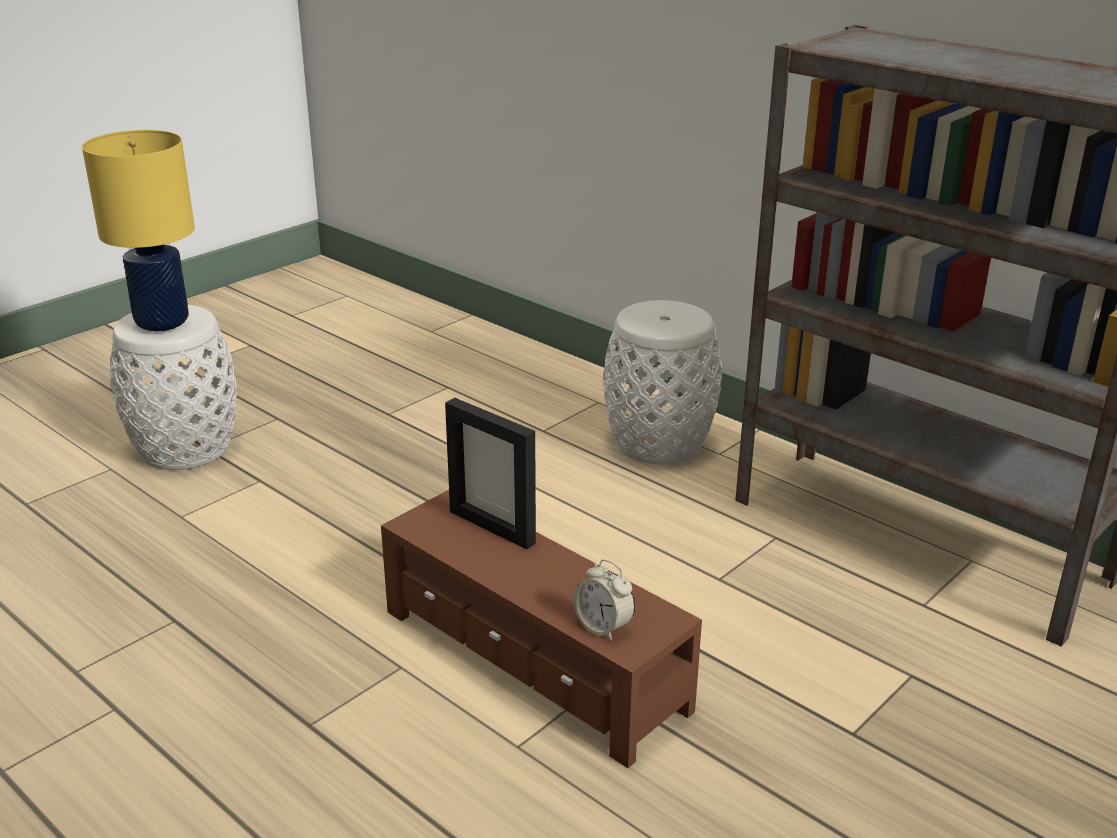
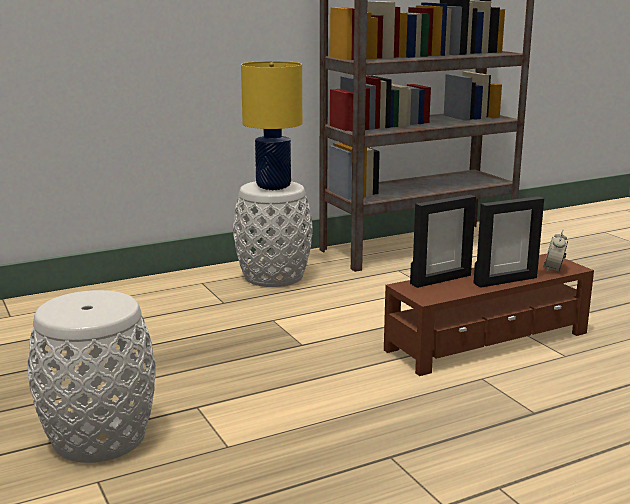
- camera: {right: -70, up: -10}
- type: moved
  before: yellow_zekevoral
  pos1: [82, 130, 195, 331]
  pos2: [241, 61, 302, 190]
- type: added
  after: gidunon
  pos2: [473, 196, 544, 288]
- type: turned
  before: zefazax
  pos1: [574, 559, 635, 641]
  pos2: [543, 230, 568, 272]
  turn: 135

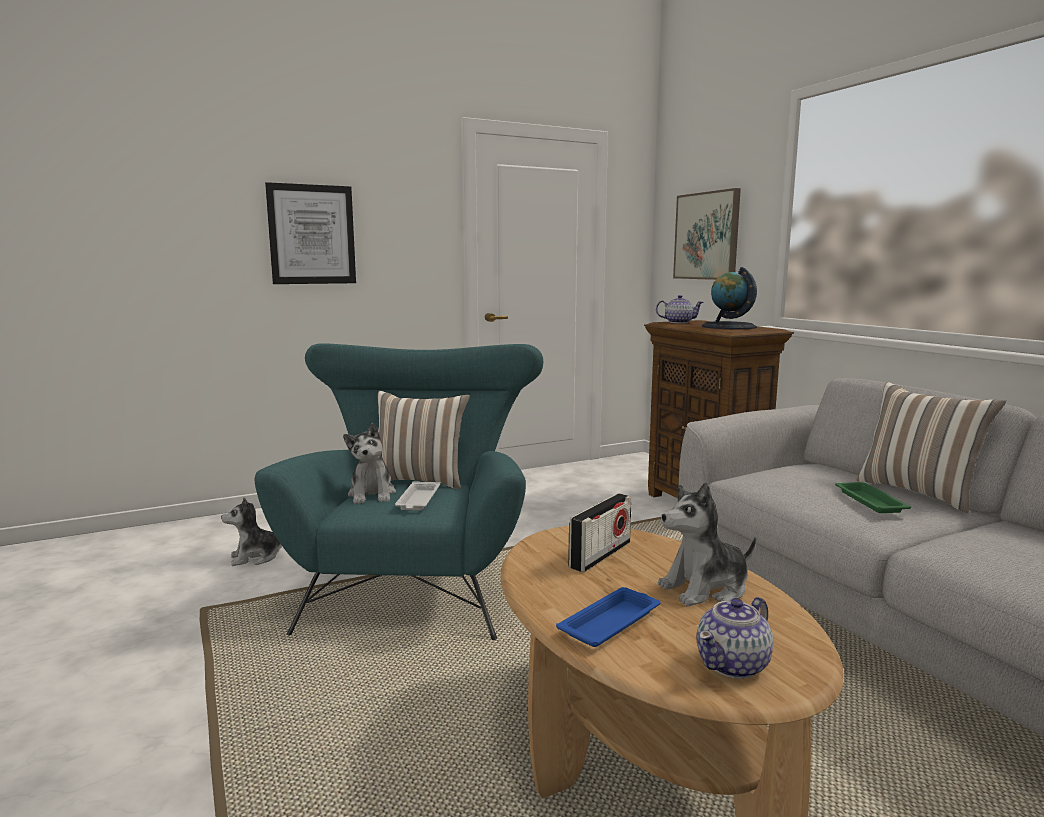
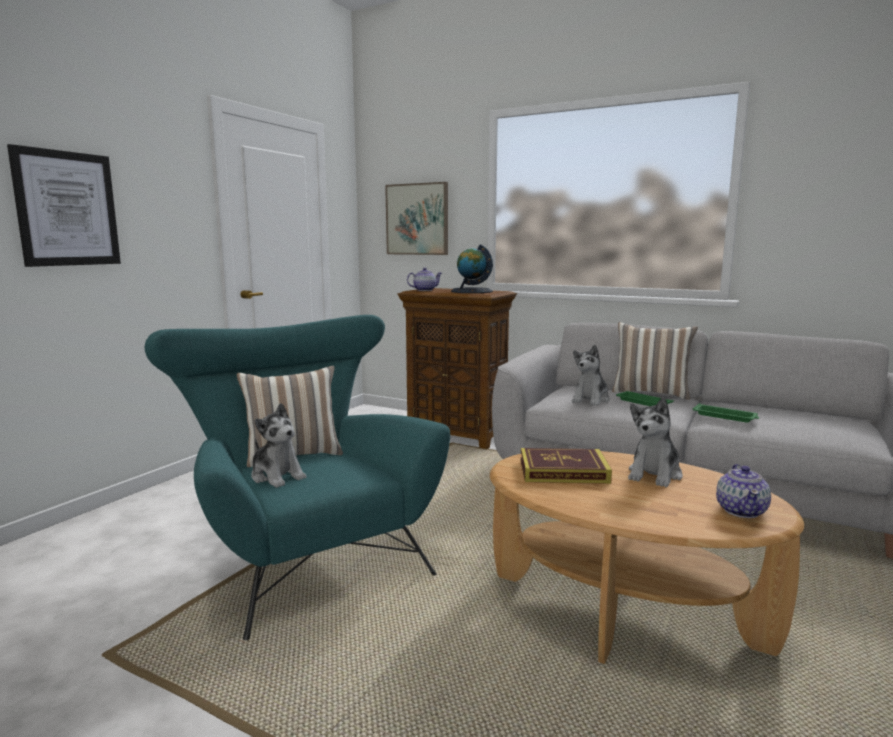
- camera: {right: -35, up: 0}
- type: replaced
  before: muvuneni
  after: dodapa
  pos1: [568, 493, 632, 572]
  pos2: [520, 448, 612, 484]
- type: moved
  before: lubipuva
  pos1: [221, 497, 282, 566]
  pos2: [572, 345, 610, 406]
- type: added
  after: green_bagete
  pos2: [693, 403, 759, 423]
- type: removed
  before: white_bagete
  pos1: [395, 481, 440, 511]
- type: removed
  before: blue_bagete
  pos1: [556, 587, 660, 647]

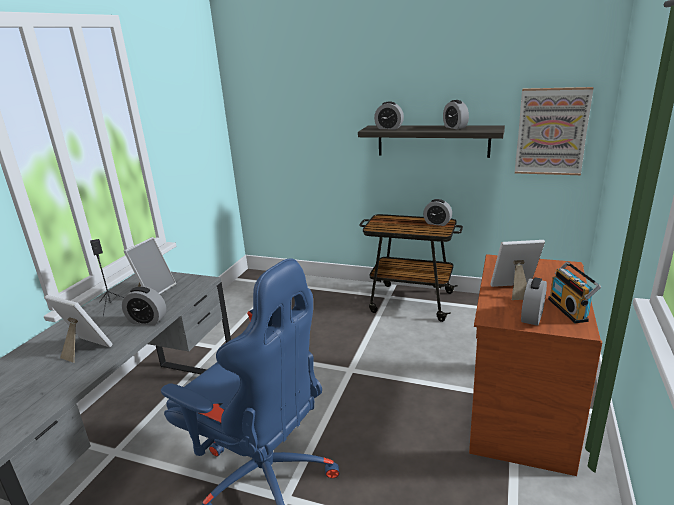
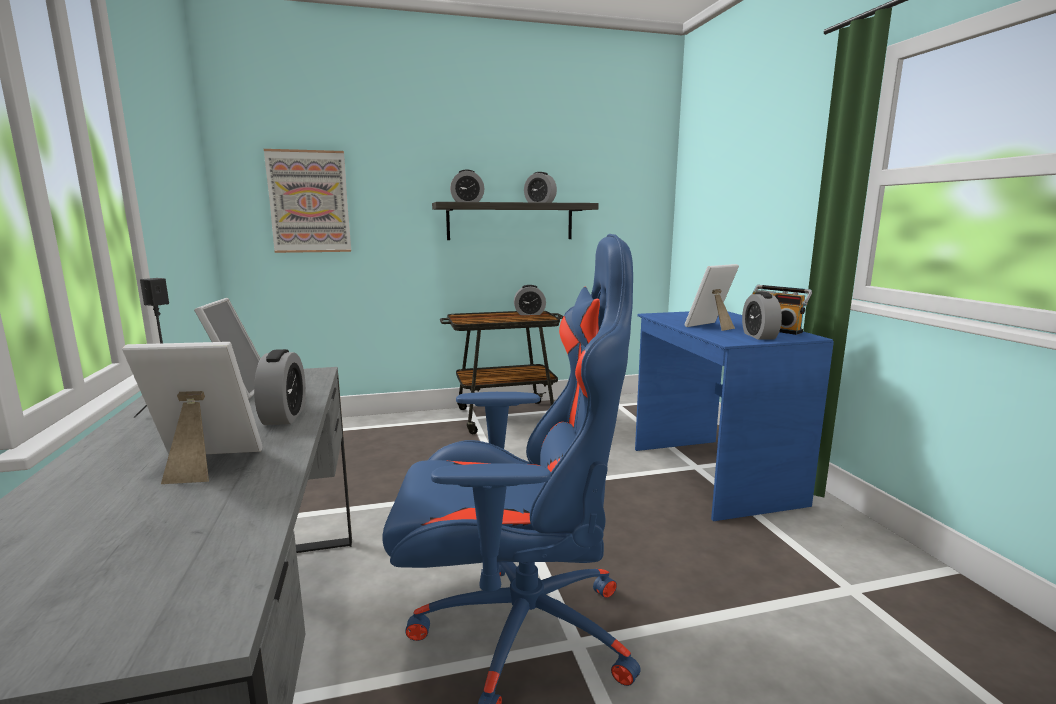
- camera: {right: -35, up: -10}
- type: turned
  before: zefazax
  pos1: [122, 286, 166, 326]
  pos2: [254, 349, 306, 425]
  turn: -75
- type: moved
  before: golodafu
  pos1: [515, 87, 594, 175]
  pos2: [264, 149, 351, 253]
- type: recoloured
  before: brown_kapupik
  after: blue_kapupik
  pos1: [469, 254, 602, 476]
  pos2: [635, 311, 834, 521]

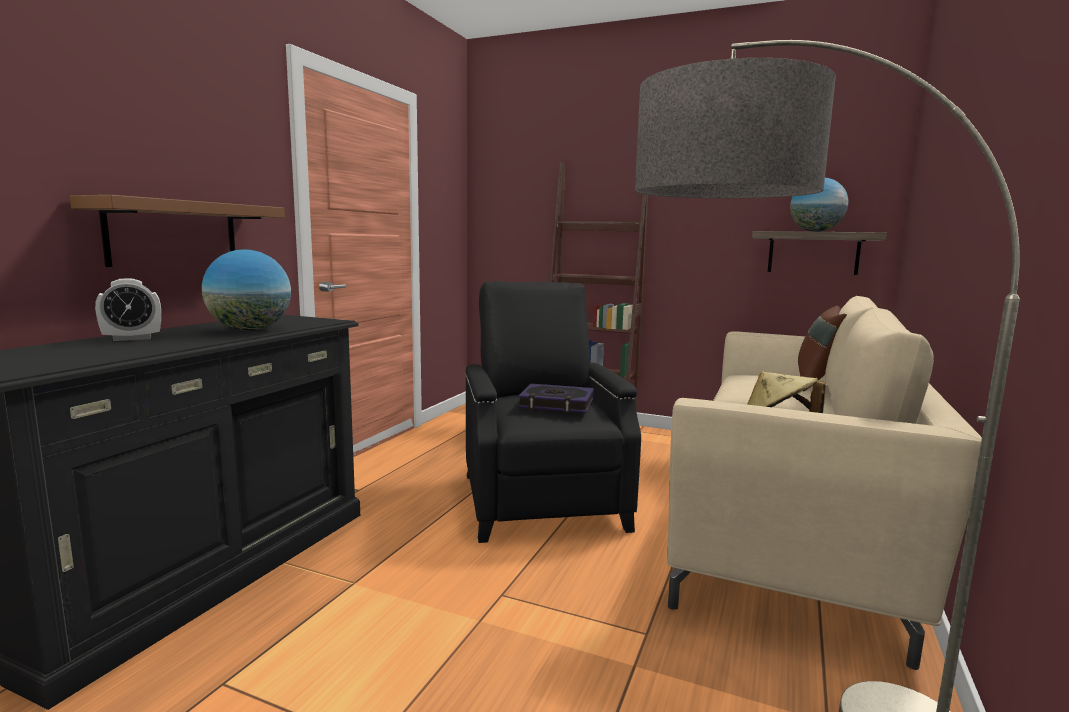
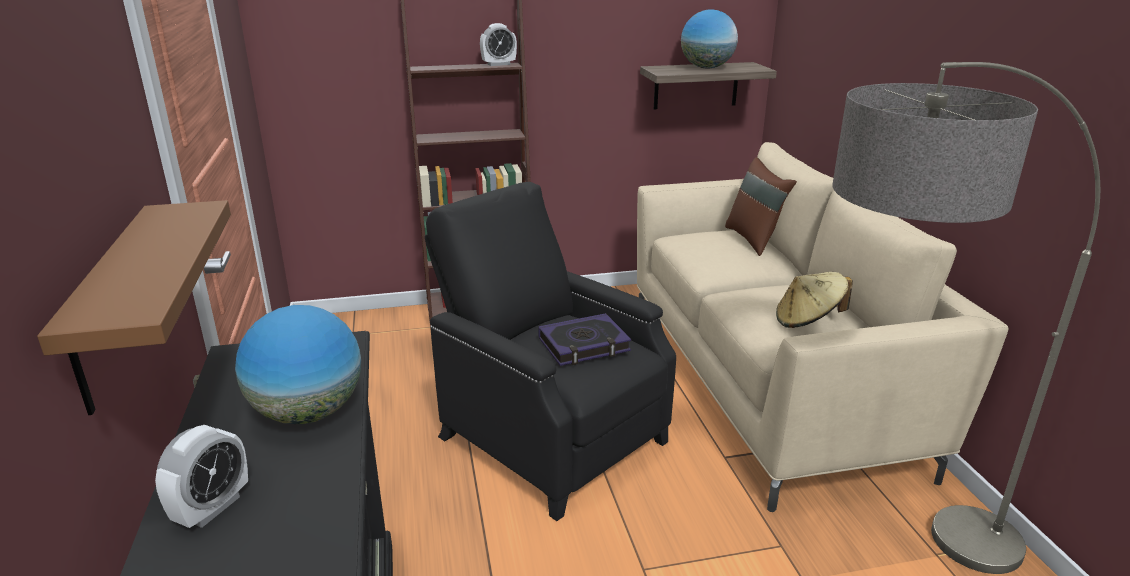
- camera: {right: -35, up: 15}
- type: added
  after: zefazax
  pos2: [480, 23, 517, 66]

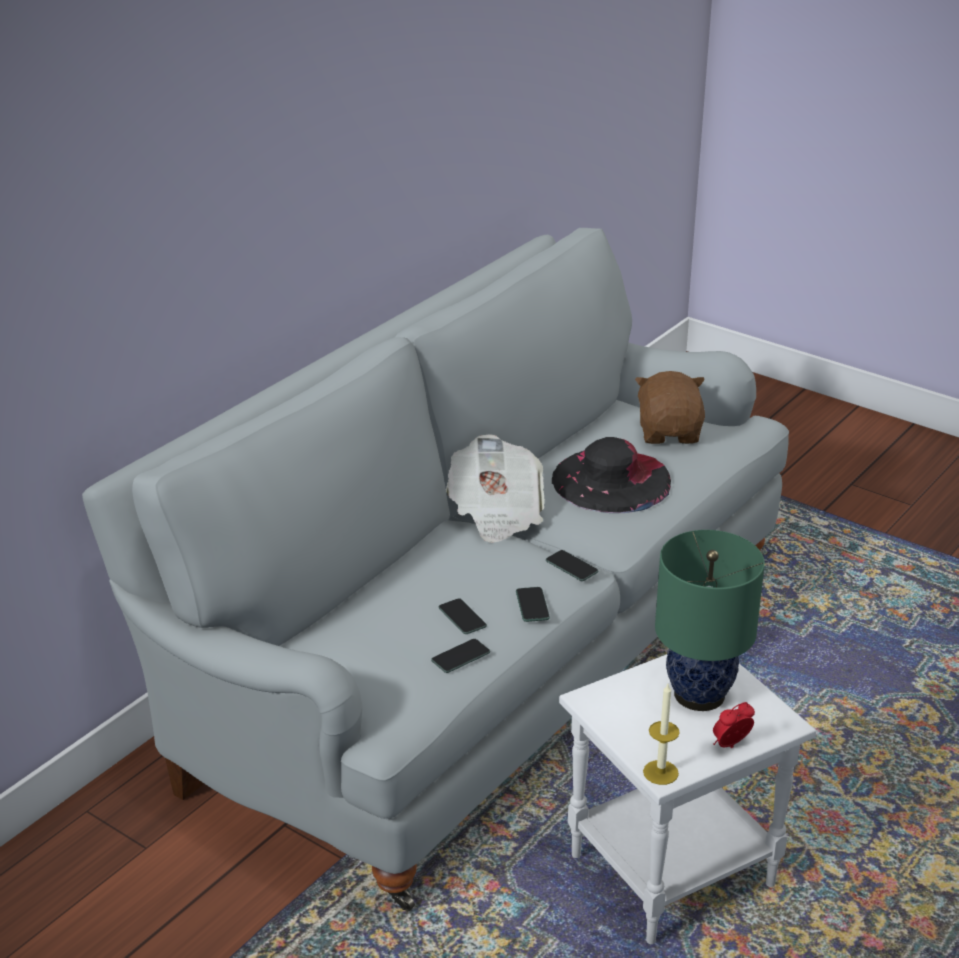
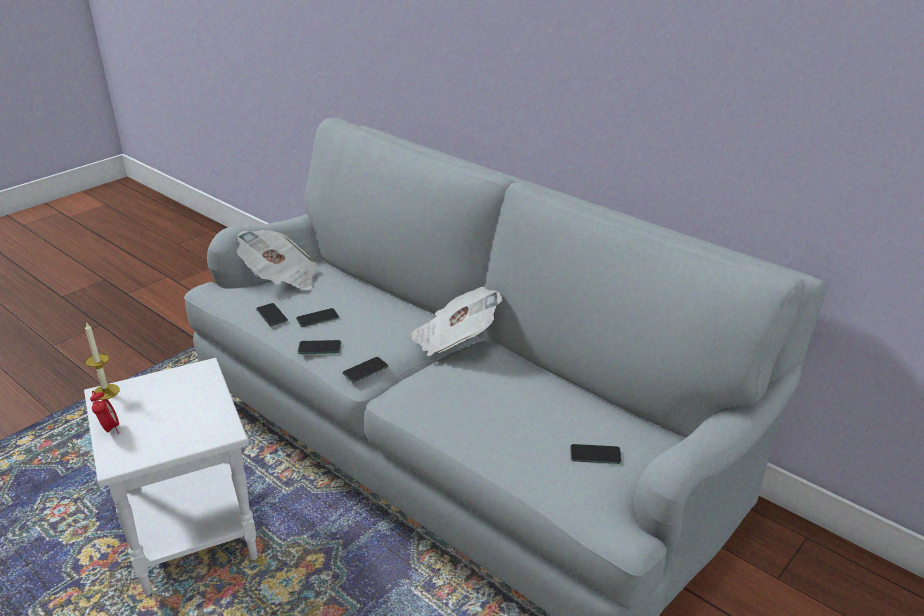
- camera: {right: 95, up: 0}
- type: added
  after: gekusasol
  pos2: [237, 230, 317, 290]
- type: replaced
  before: brown_lubipuva
  after: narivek
  pos1: [635, 371, 705, 444]
  pos2: [570, 444, 622, 464]
- type: removed
  before: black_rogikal
  pos1: [552, 437, 671, 513]
- type: removed
  before: green_zekevoral
  pos1: [655, 530, 765, 711]

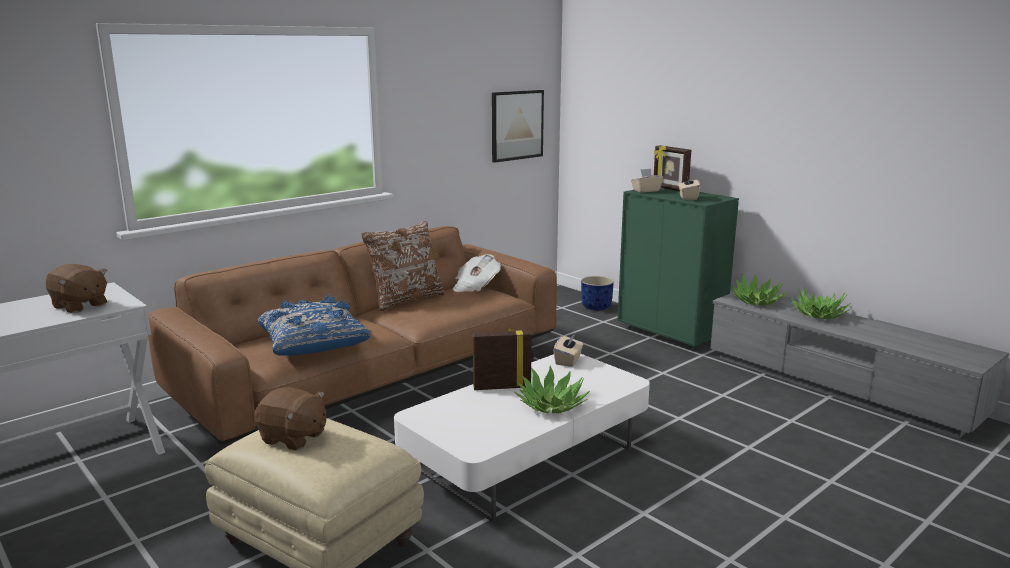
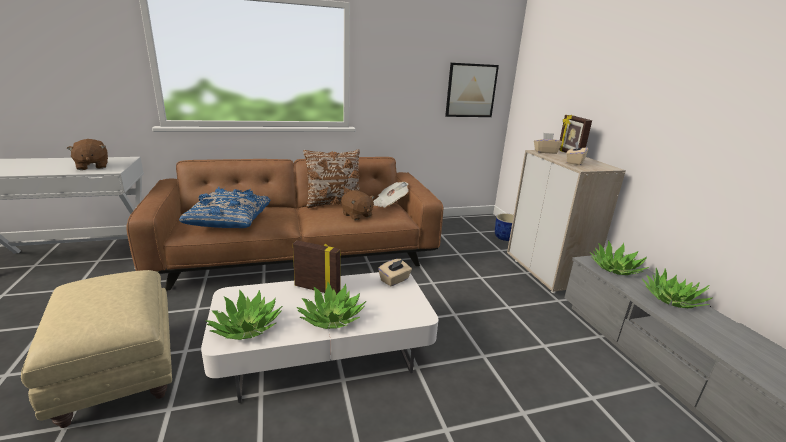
- camera: {right: 25, up: 5}
- type: added
  after: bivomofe
  pos2: [206, 290, 282, 340]
- type: moved
  before: brown_lubipuva
  pos1: [254, 387, 326, 451]
  pos2: [341, 190, 375, 220]
- type: recoloured
  before: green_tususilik
  after: beige_tususilik
  pos1: [617, 188, 739, 350]
  pos2: [507, 150, 626, 293]

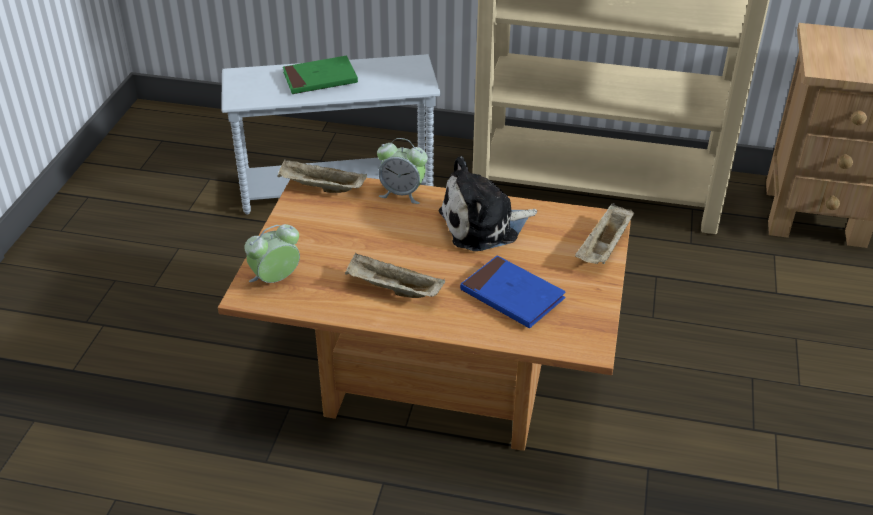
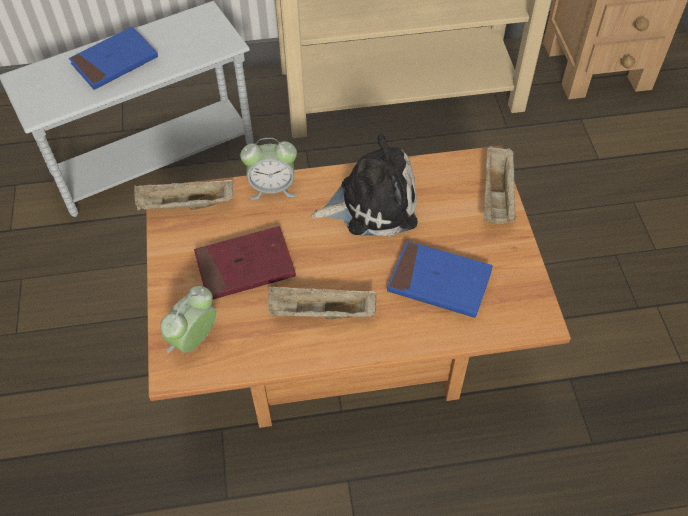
- camera: {right: -20, up: 15}
- type: recoloured
  before: green_dodapa
  after: blue_dodapa
  pos1: [283, 56, 358, 94]
  pos2: [69, 27, 158, 90]
- type: added
  after: red_dodapa
  pos2: [194, 226, 296, 300]
- type: turned
  before: lubipuva
  pos1: [439, 156, 537, 251]
  pos2: [312, 134, 418, 237]
  turn: -150

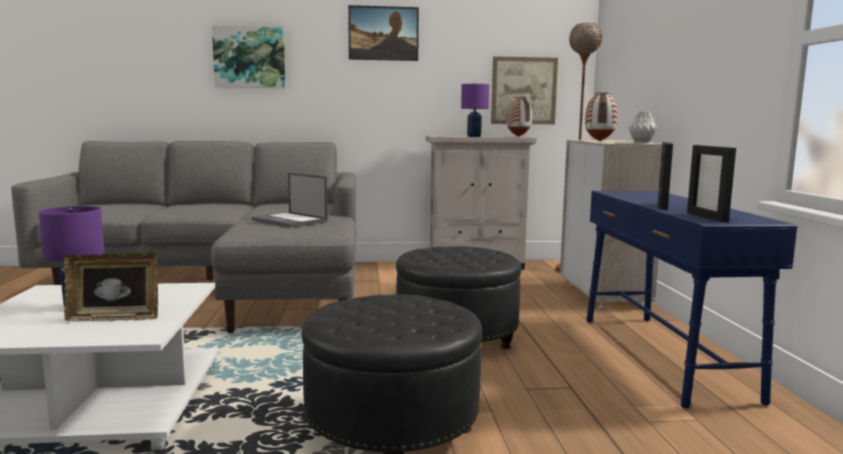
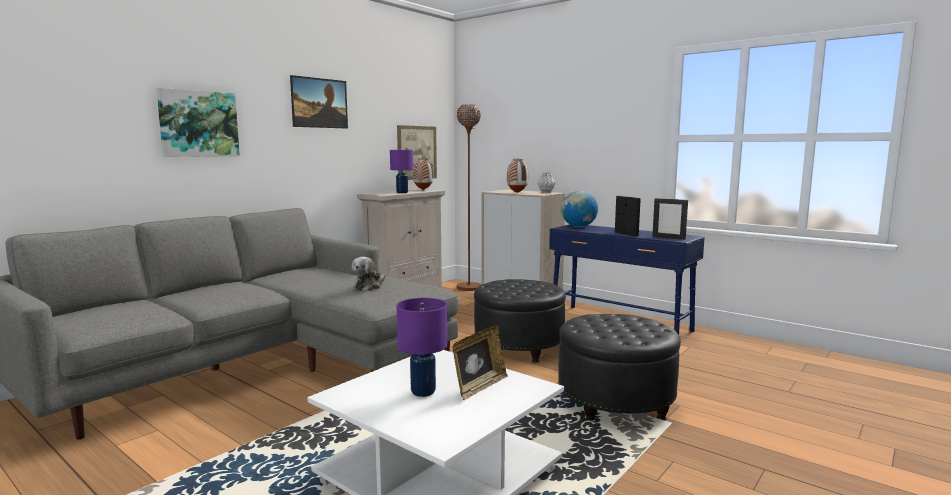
- camera: {right: -45, up: 0}
- type: replaced
  before: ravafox
  after: lubipuva
  pos1: [252, 173, 328, 228]
  pos2: [352, 257, 386, 291]
- type: added
  after: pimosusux
  pos2: [561, 191, 598, 227]

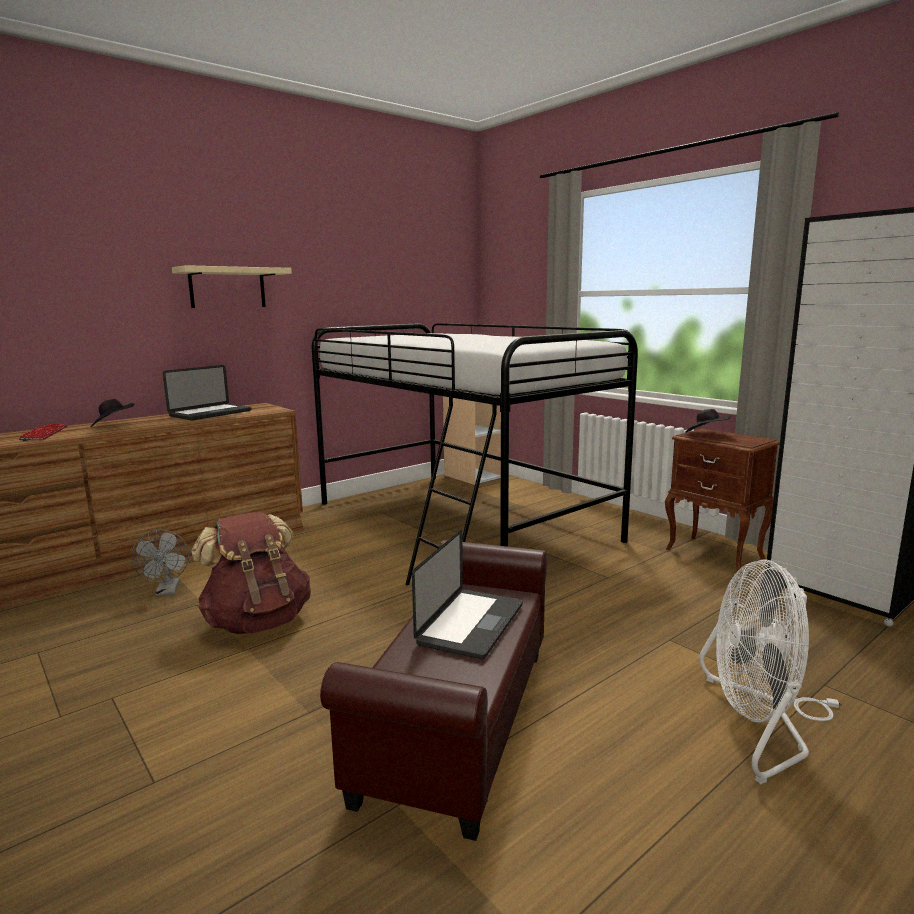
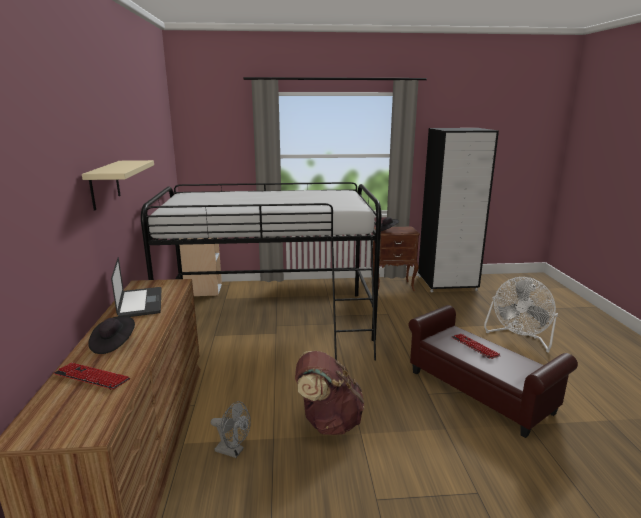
- camera: {right: -55, up: 5}
- type: replaced
  before: ravafox
  after: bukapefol
  pos1: [412, 530, 523, 659]
  pos2: [452, 334, 501, 359]

